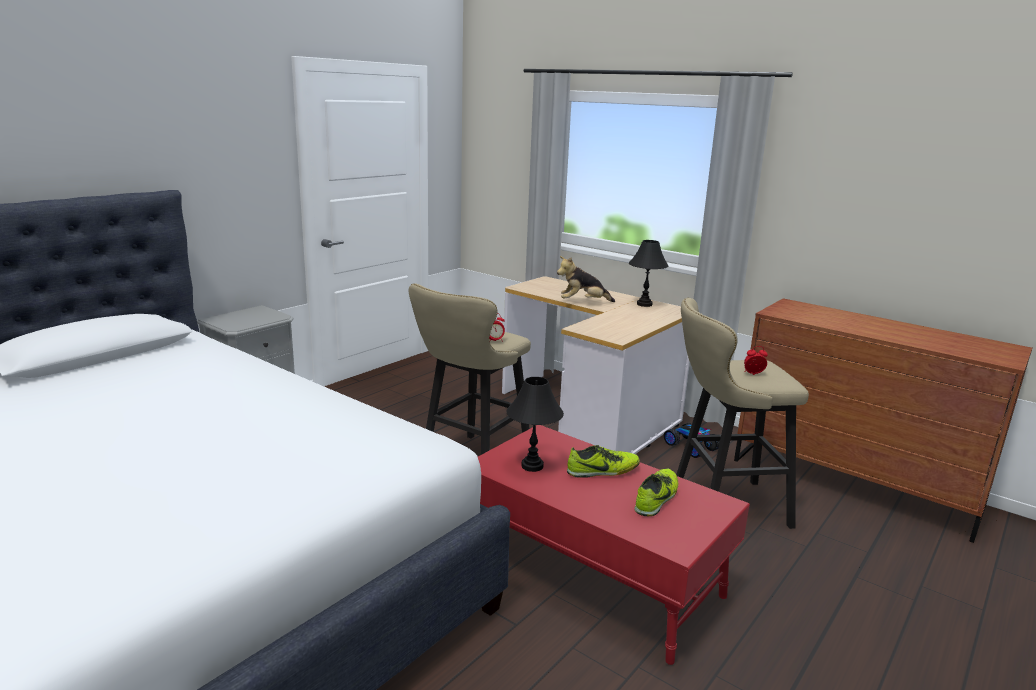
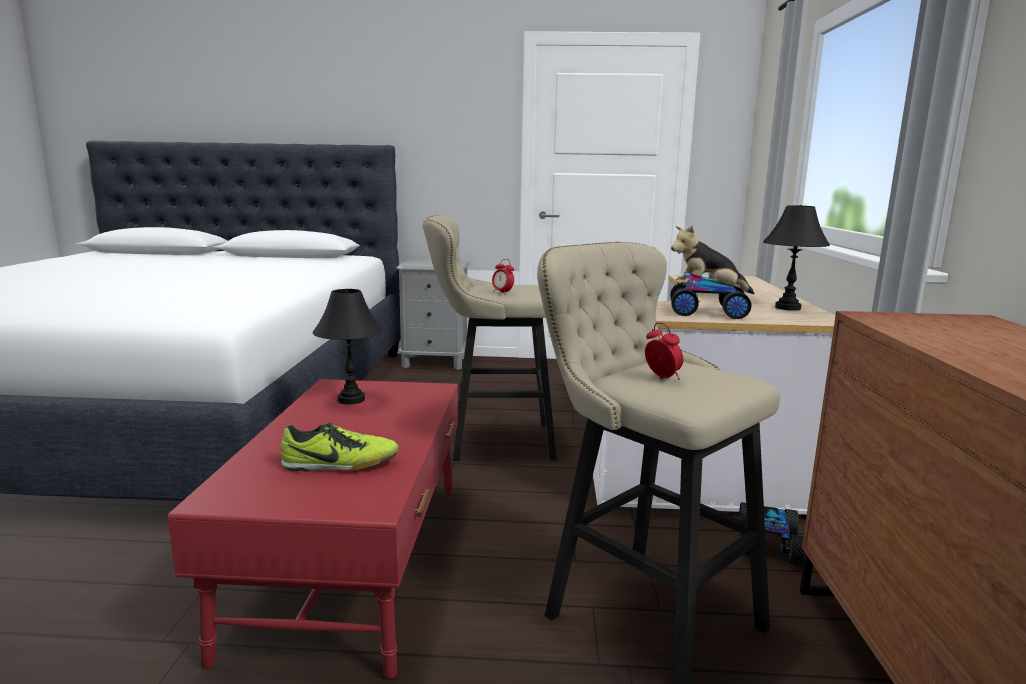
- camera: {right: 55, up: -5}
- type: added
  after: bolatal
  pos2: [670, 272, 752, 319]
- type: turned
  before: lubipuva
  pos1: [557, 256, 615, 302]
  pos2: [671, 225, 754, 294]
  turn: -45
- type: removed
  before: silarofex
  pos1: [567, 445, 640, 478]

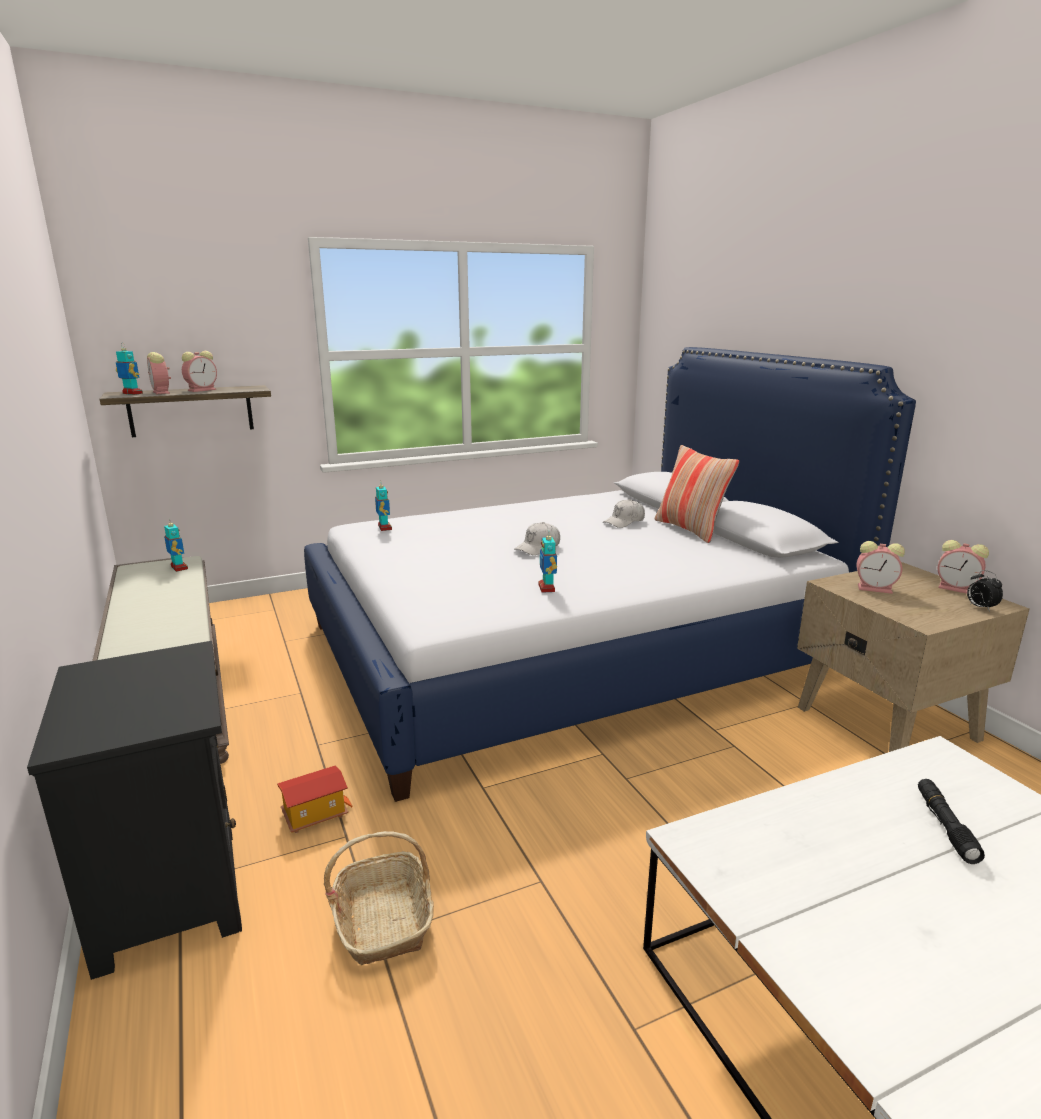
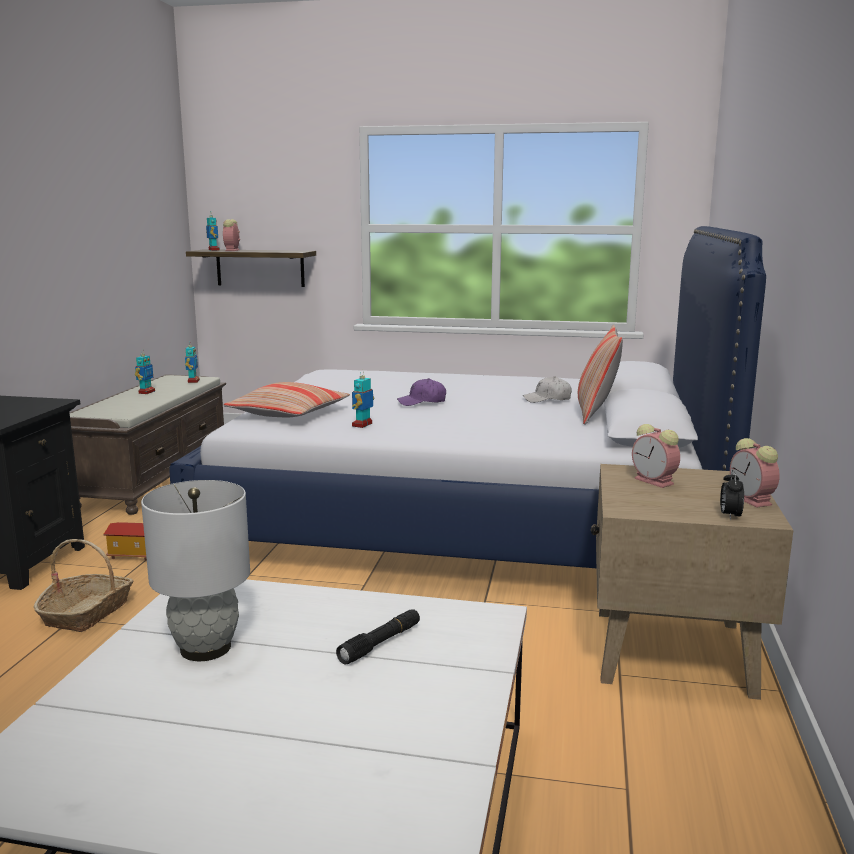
- camera: {right: 35, up: -5}
- type: moved
  before: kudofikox
  pos1: [375, 480, 392, 531]
  pos2: [135, 349, 155, 394]
- type: added
  after: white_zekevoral
  pos2: [141, 480, 250, 661]
- type: added
  after: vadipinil
  pos2: [223, 382, 350, 418]
- type: recoloured
  before: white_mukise
  after: purple_mukise
  pos1: [514, 522, 560, 555]
  pos2: [397, 378, 446, 406]
- type: removed
  before: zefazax
  pos1: [182, 351, 217, 392]

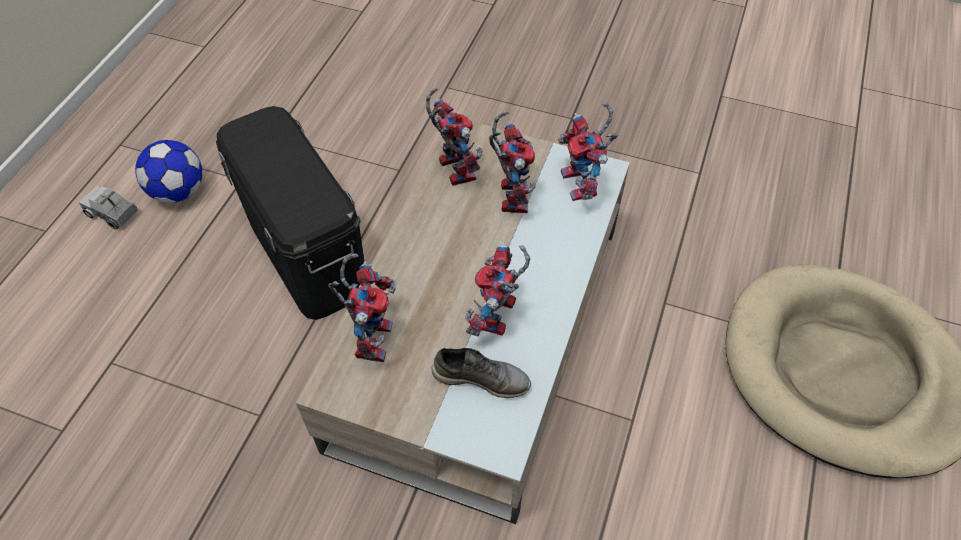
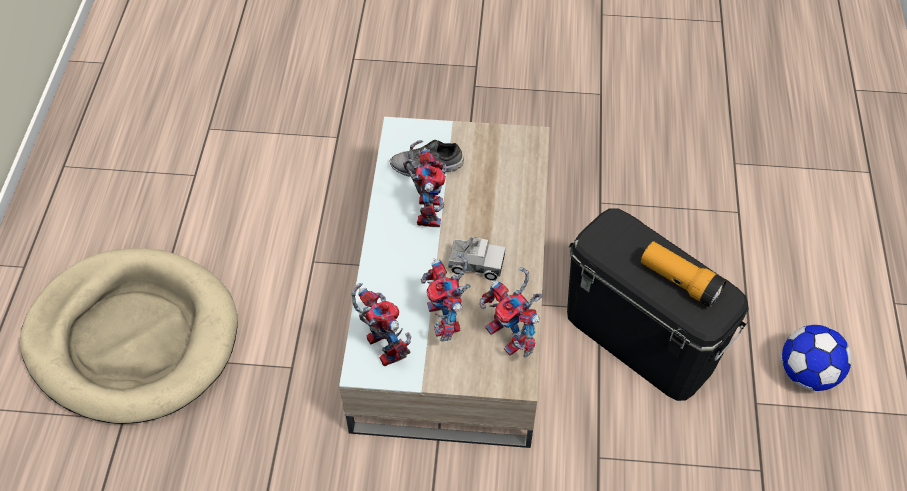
- camera: {right: 165, up: 0}
- type: moved
  before: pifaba
  pos1: [79, 186, 138, 230]
  pos2: [448, 237, 505, 281]
- type: added
  after: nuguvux
  pos2: [641, 241, 727, 307]
- type: removed
  before: kudofikox
  pos1: [328, 253, 396, 362]

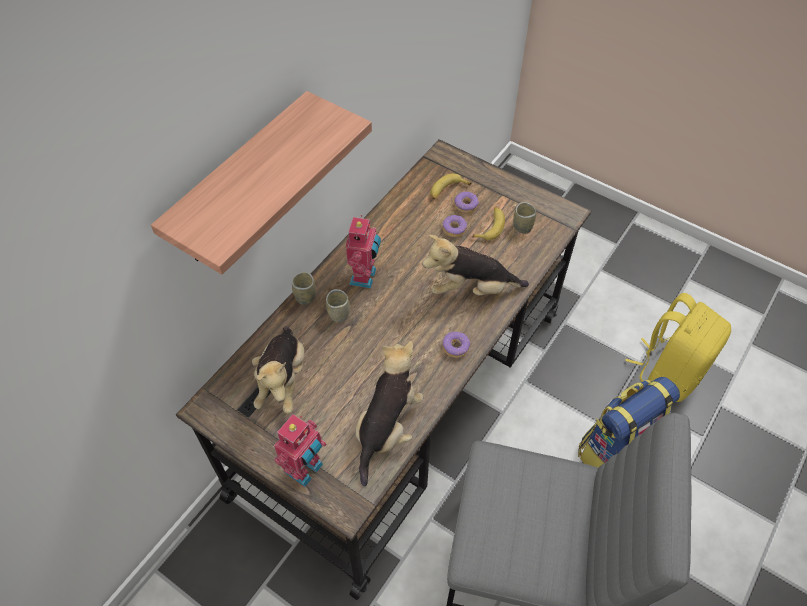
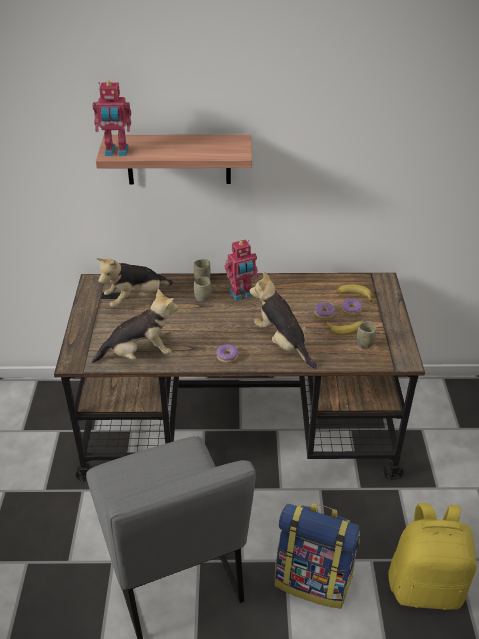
- camera: {right: 55, up: -15}
- type: moved
  before: kudofikox
  pos1: [274, 414, 327, 487]
  pos2: [92, 81, 131, 156]

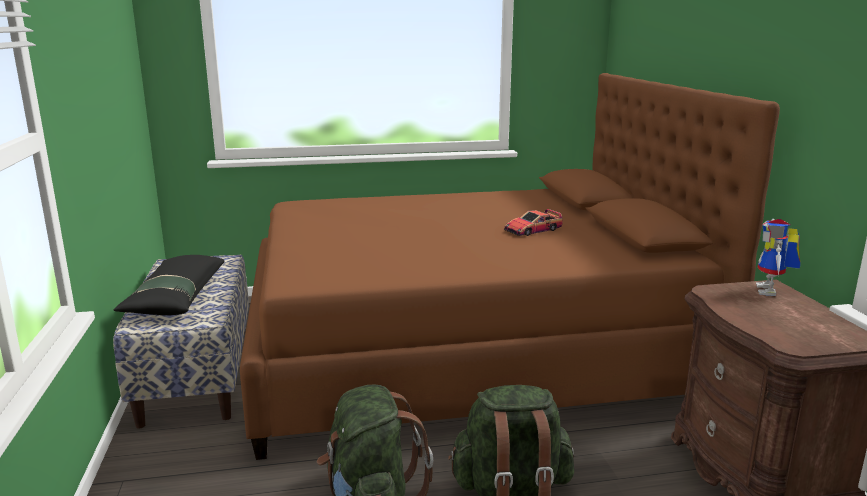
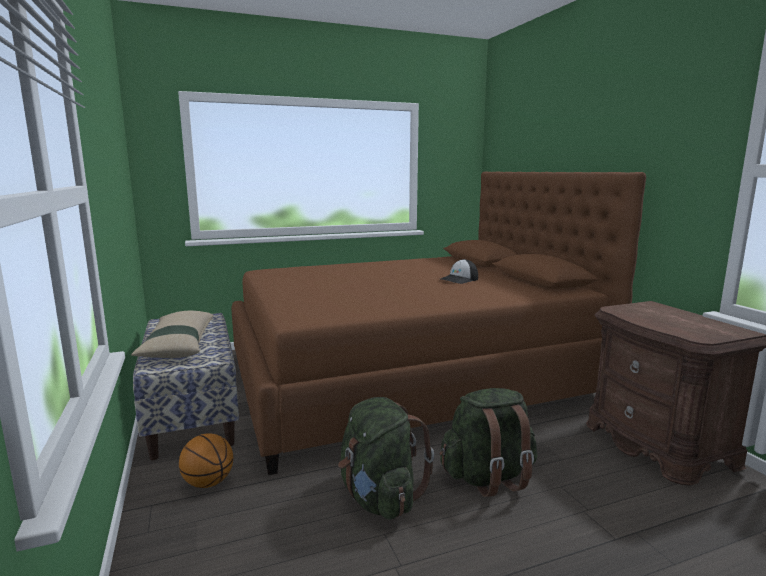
- camera: {right: -10, up: -5}
- type: recoloured
  before: black_vadipinil
  after: beige_vadipinil
  pos1: [113, 255, 225, 315]
  pos2: [131, 311, 214, 358]
- type: added
  after: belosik
  pos2: [179, 433, 233, 488]
- type: replaced
  before: bolatal
  after: mukise
  pos1: [504, 209, 563, 236]
  pos2: [441, 259, 478, 284]
- type: removed
  before: kudofikox
  pos1: [756, 219, 801, 296]

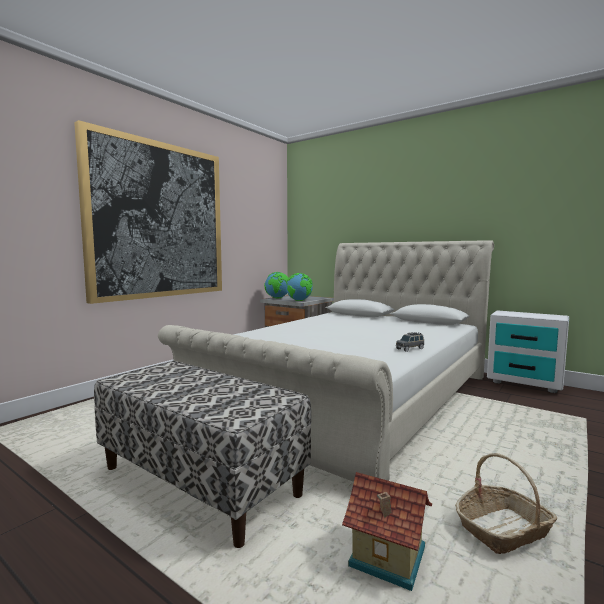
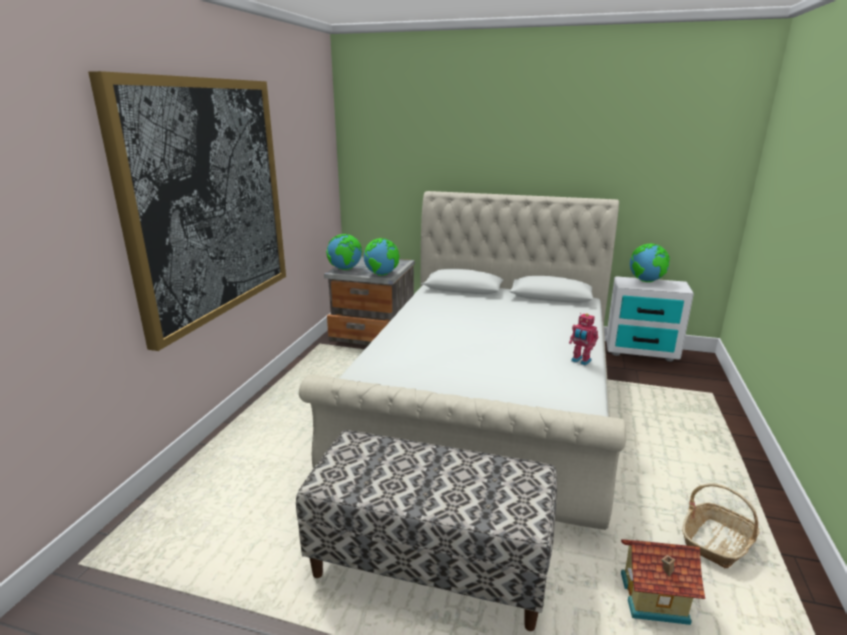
- camera: {right: -20, up: 15}
- type: replaced
  before: grey_bolatal
  after: kudofikox
  pos1: [396, 332, 424, 352]
  pos2: [569, 313, 598, 366]
- type: added
  after: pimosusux
  pos2: [630, 244, 670, 282]

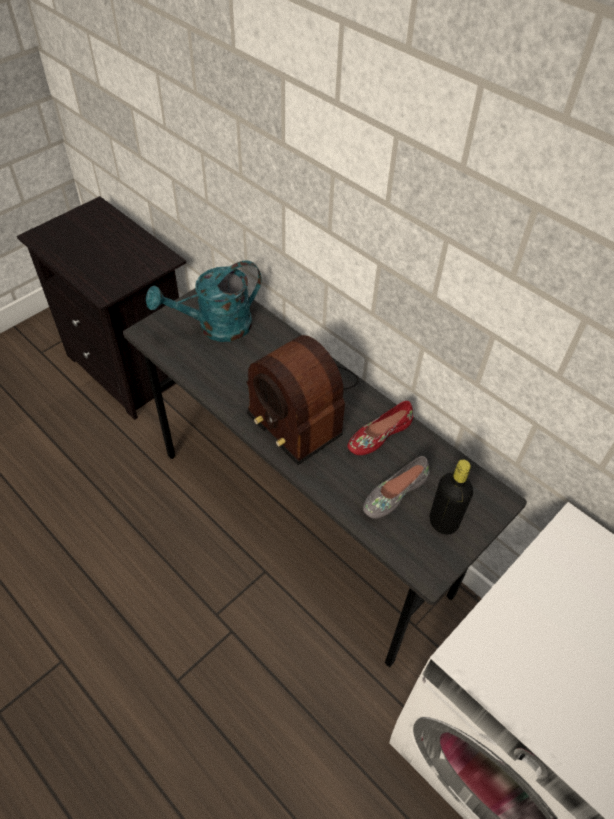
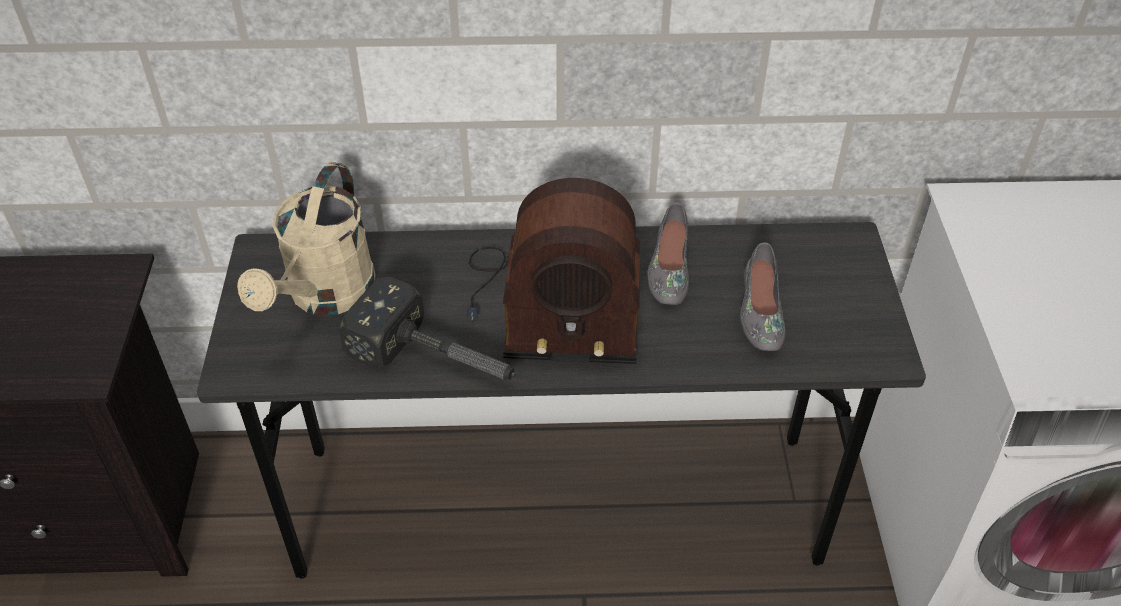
- camera: {right: -45, up: -5}
- type: recoloured
  before: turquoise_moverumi
  after: beige_moverumi
  pos1: [146, 260, 262, 342]
  pos2: [237, 162, 375, 316]
- type: added
  after: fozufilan
  pos2: [339, 277, 523, 381]
- type: recoloured
  before: red_silarofex
  after: grey_silarofex
  pos1: [347, 401, 413, 455]
  pos2: [647, 202, 689, 305]
- type: removed
  before: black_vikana
  pos1: [430, 459, 473, 535]

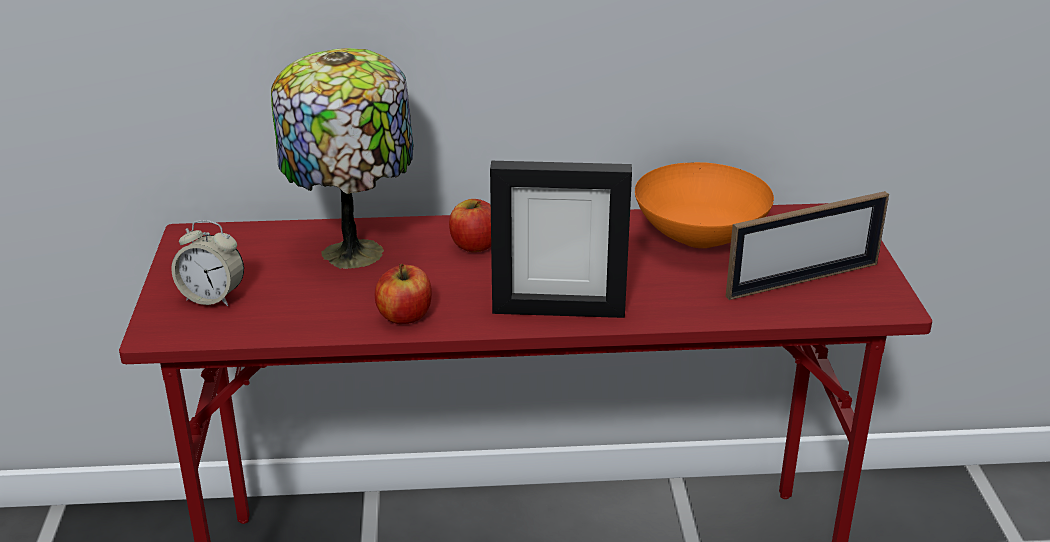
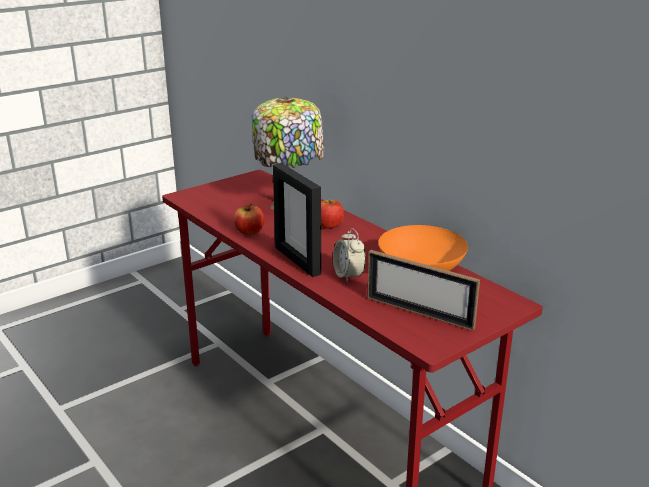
- camera: {right: 55, up: -5}
- type: moved
  before: zefazax
  pos1: [171, 220, 244, 306]
  pos2: [333, 228, 366, 283]

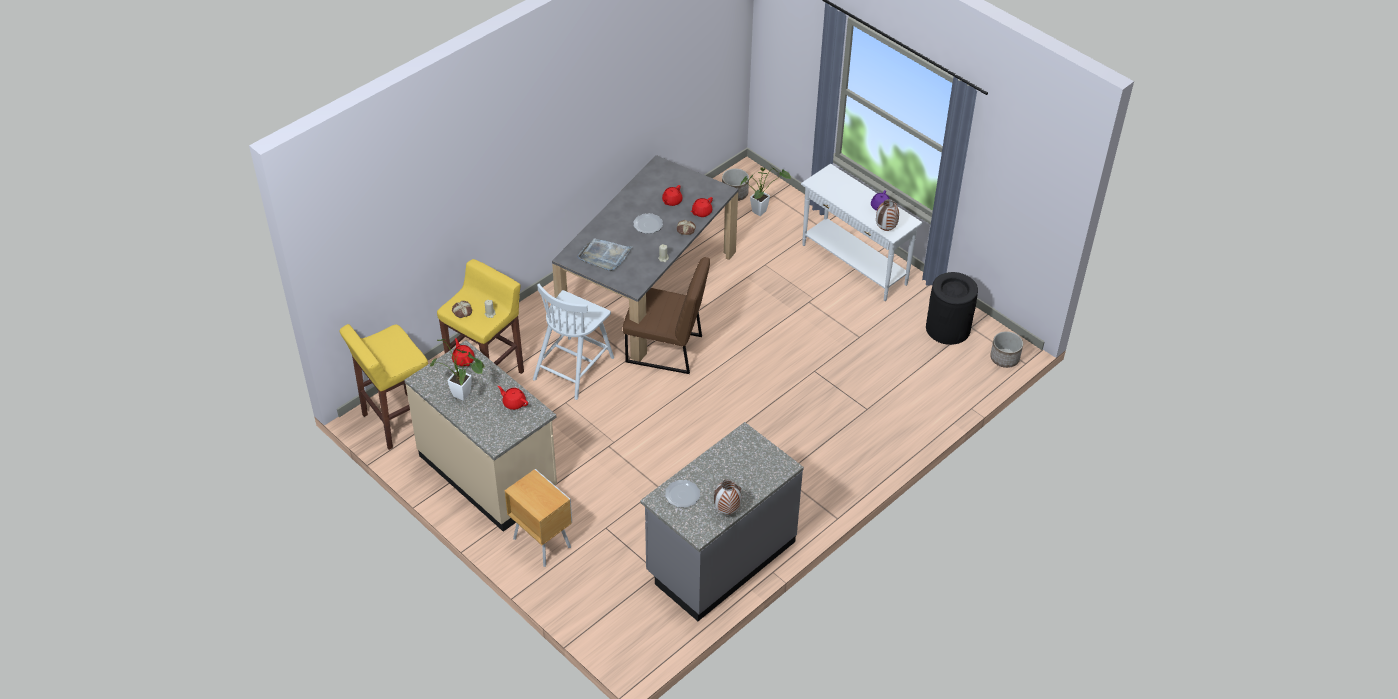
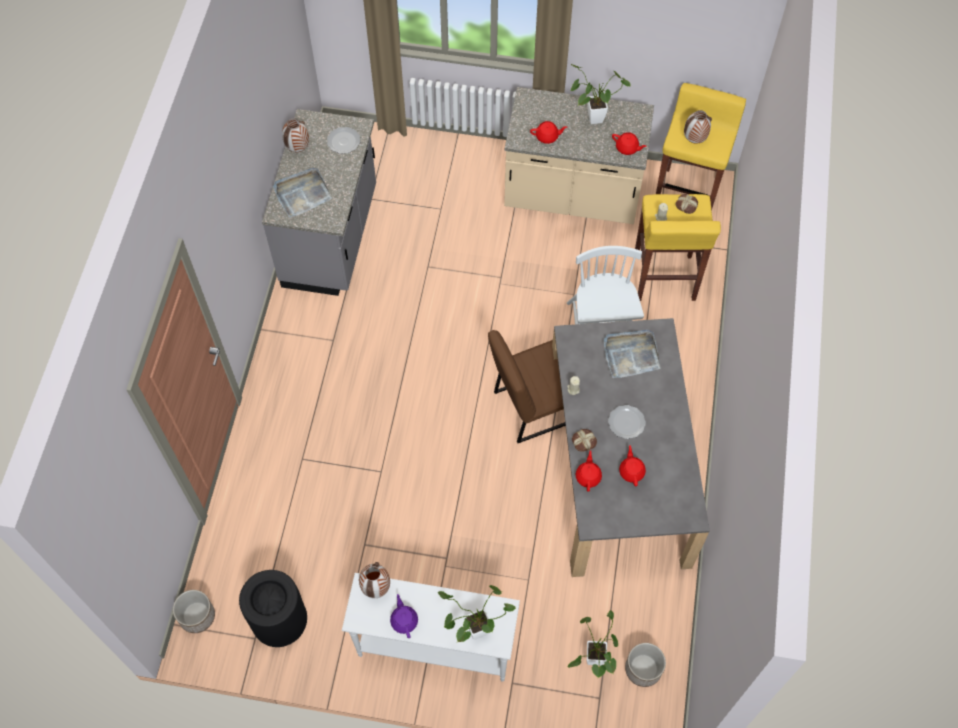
- camera: {right: 145, up: 15}
- type: added
  after: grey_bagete
  pos2: [273, 168, 332, 218]
- type: added
  after: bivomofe
  pos2: [438, 585, 516, 642]
- type: added
  after: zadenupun
  pos2: [684, 110, 712, 144]
- type: removed
  before: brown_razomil
  pos1: [504, 469, 572, 567]

